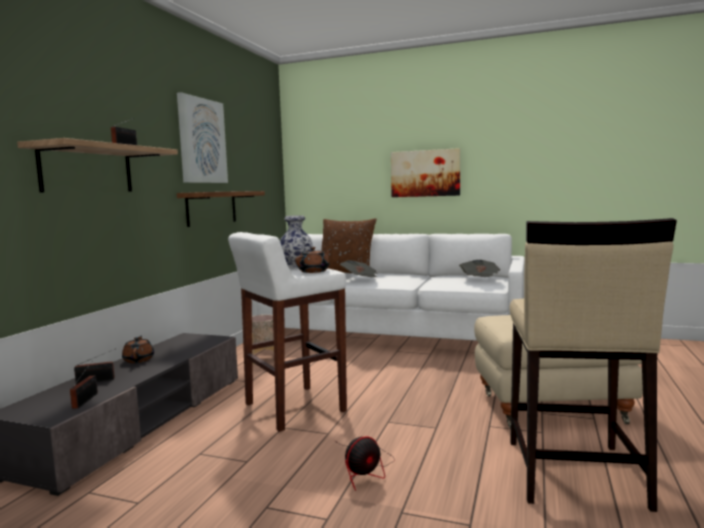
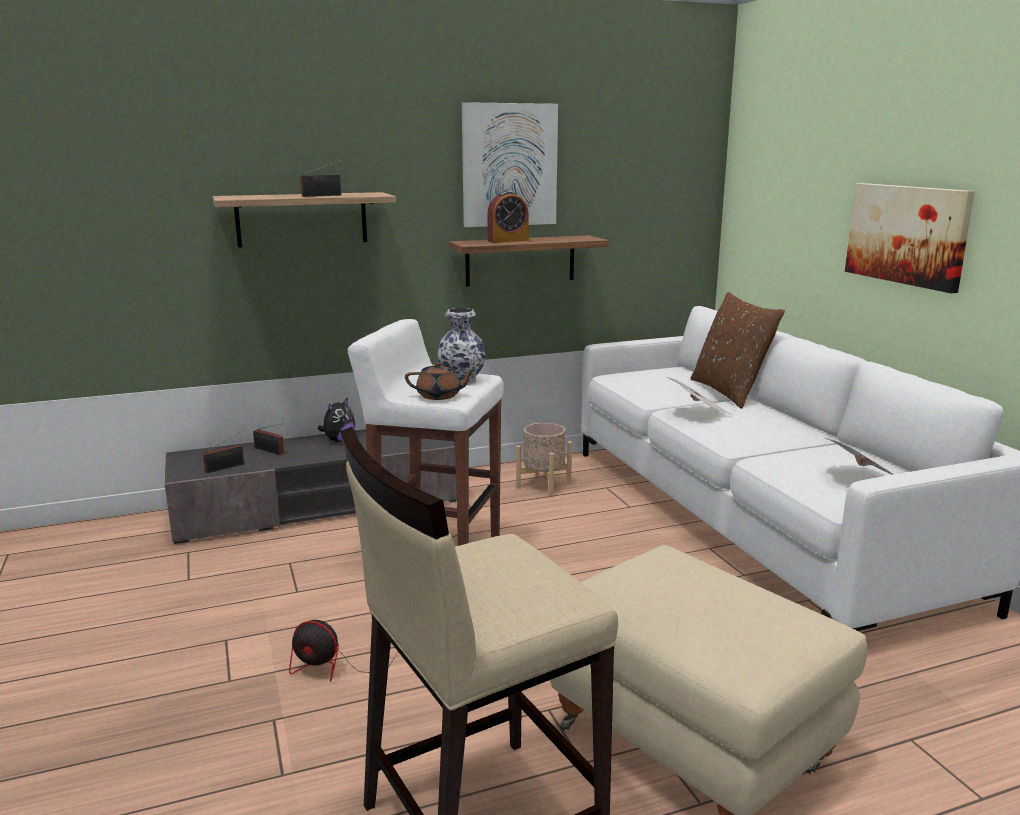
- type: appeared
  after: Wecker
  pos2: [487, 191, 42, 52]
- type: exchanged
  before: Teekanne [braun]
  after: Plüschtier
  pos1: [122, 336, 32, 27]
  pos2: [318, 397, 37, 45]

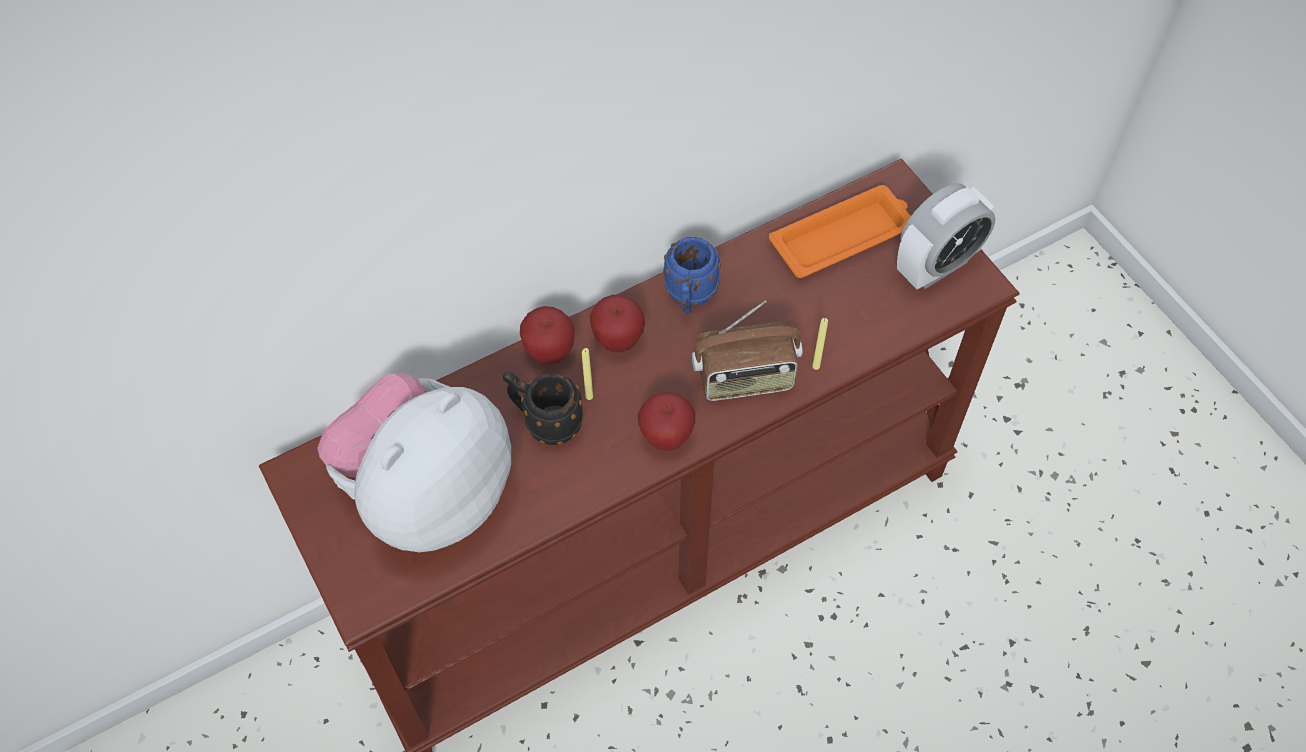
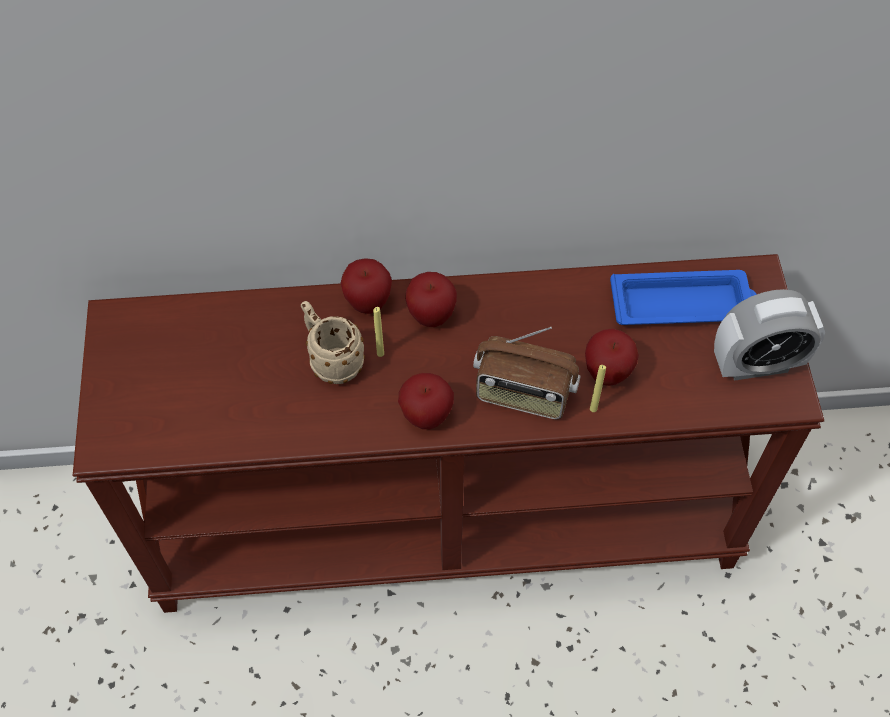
- type: missing
  before: Plüschtier
  pos1: [317, 373, 194, 179]
- type: missing
  before: Henkelbecher [blau]
  pos1: [663, 237, 58, 76]
- type: appeared
  after: Apfel
  pos2: [585, 328, 54, 58]
- type: colour
  before: Henkelbecher [schwarz]
  after: Henkelbecher [beige]
  pos1: [503, 372, 81, 73]
  pos2: [301, 301, 64, 83]
- type: colour
  before: Tablett [orange]
  after: Tablett [blau]
  pos1: [769, 185, 142, 93]
  pos2: [610, 270, 147, 55]

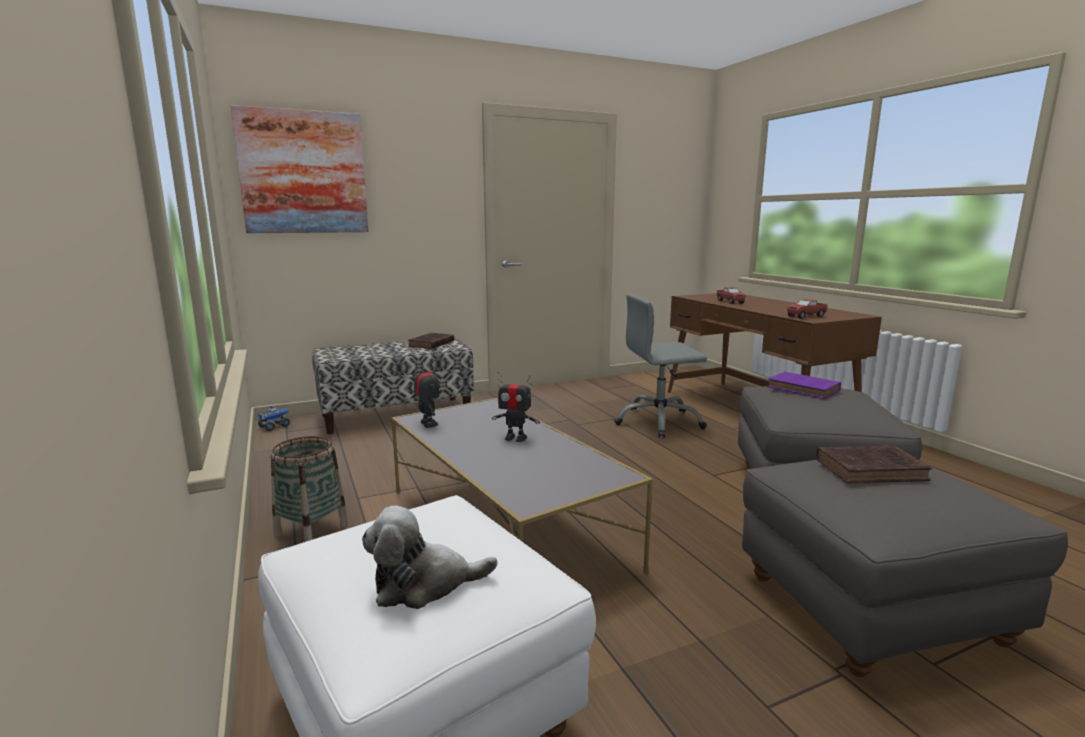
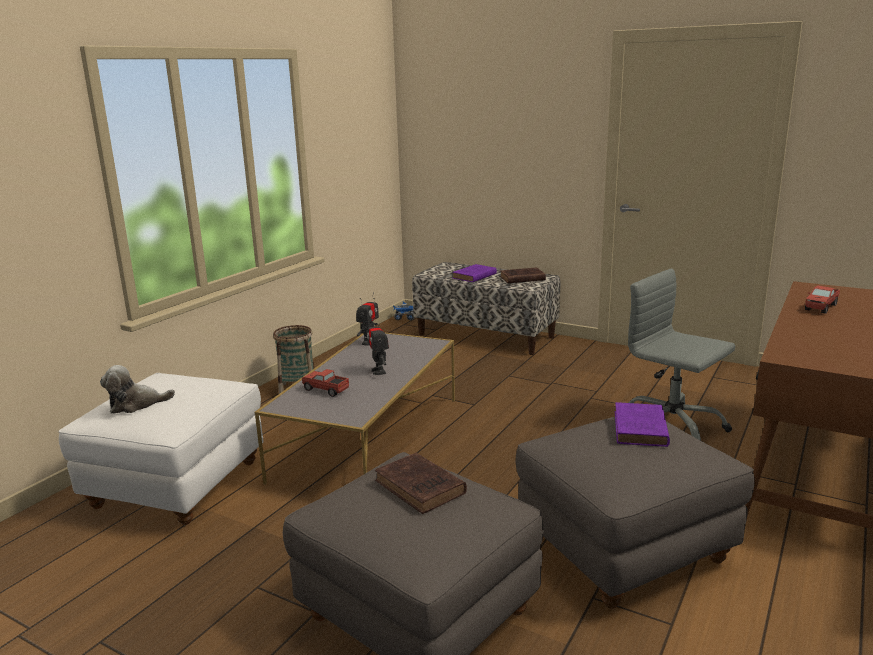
- type: missing
  before: Bild
  pos1: [230, 105, 139, 128]
- type: appeared
  after: Buch [lila]
  pos2: [452, 264, 45, 18]
- type: relocated
  before: Spielzeuglaster
  pos1: [787, 299, 41, 20]
  pos2: [302, 369, 47, 28]
- type: spun
  before: Plüschtier
  pos1: [362, 505, 135, 104]
  pos2: [100, 365, 75, 49]
  turn: -60

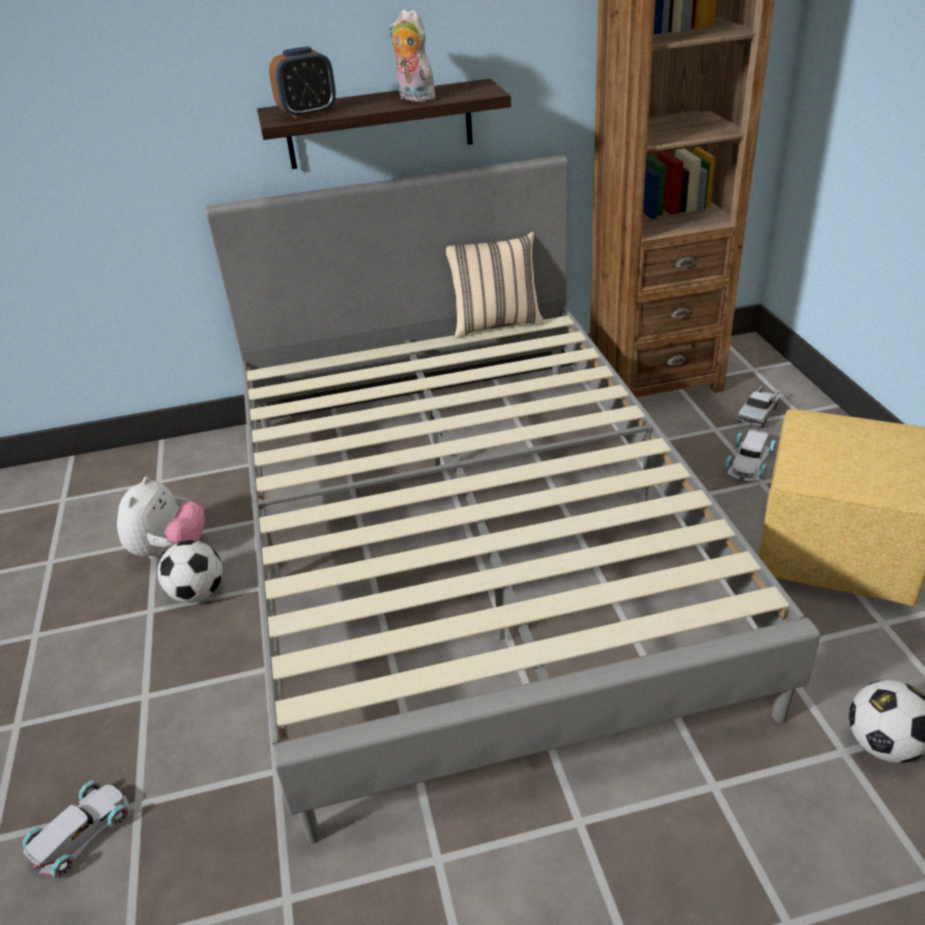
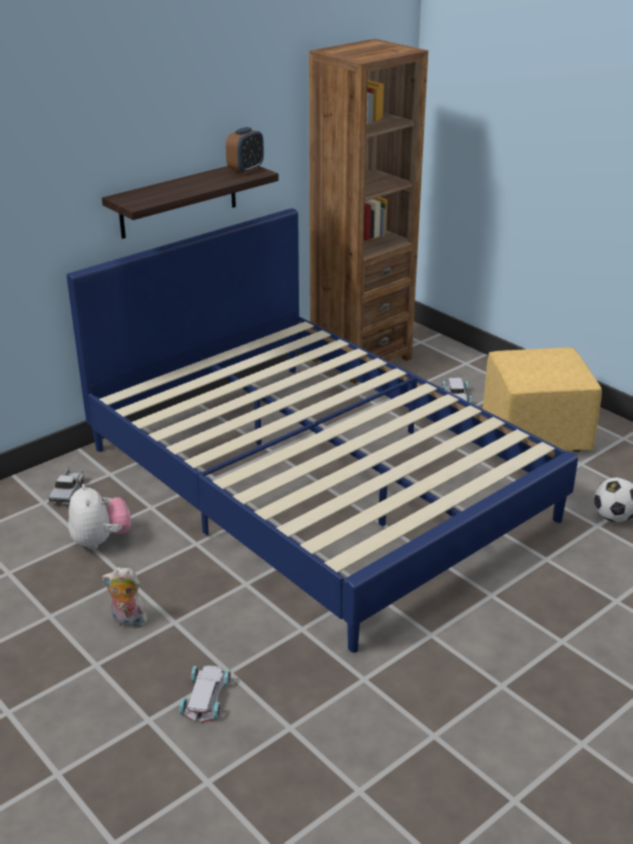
- type: missing
  before: Fußball
  pos1: [158, 540, 65, 63]
- type: missing
  before: Kissen [beige]
  pos1: [446, 232, 99, 107]
- type: relocated
  before: Wecker
  pos1: [269, 46, 67, 73]
  pos2: [226, 127, 38, 47]
- type: relocated
  before: Plüschtier
  pos1: [389, 10, 48, 92]
  pos2: [102, 567, 48, 61]
- type: relocated
  before: Spielzeuglaster
  pos1: [737, 385, 43, 43]
  pos2: [49, 468, 35, 37]
- type: colour
  before: Bett [grau]
  after: Bett [blau]
  pos1: [206, 155, 614, 689]
  pos2: [67, 208, 511, 445]

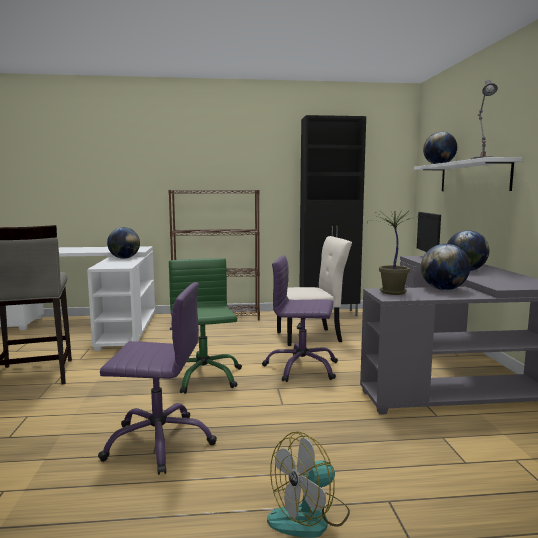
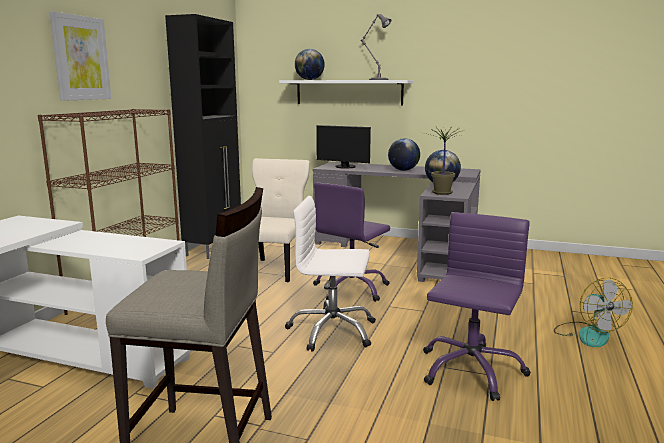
- type: missing
  before: Globus
  pos1: [107, 227, 33, 32]
- type: appeared
  after: Bild
  pos2: [49, 11, 62, 90]
- type: colour
  before: Bürostuhl [grün]
  after: Bürostuhl [weiß]
  pos1: [169, 258, 73, 136]
  pos2: [285, 196, 91, 156]

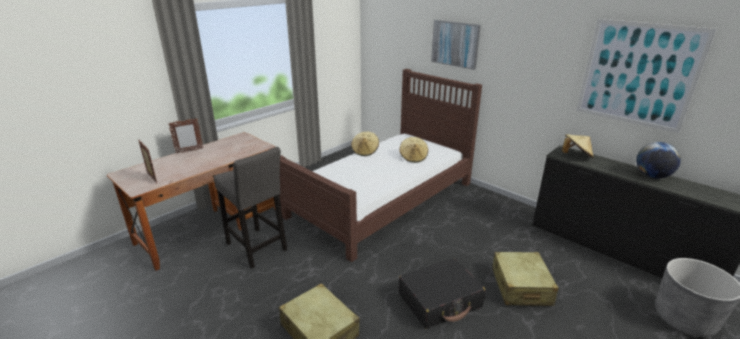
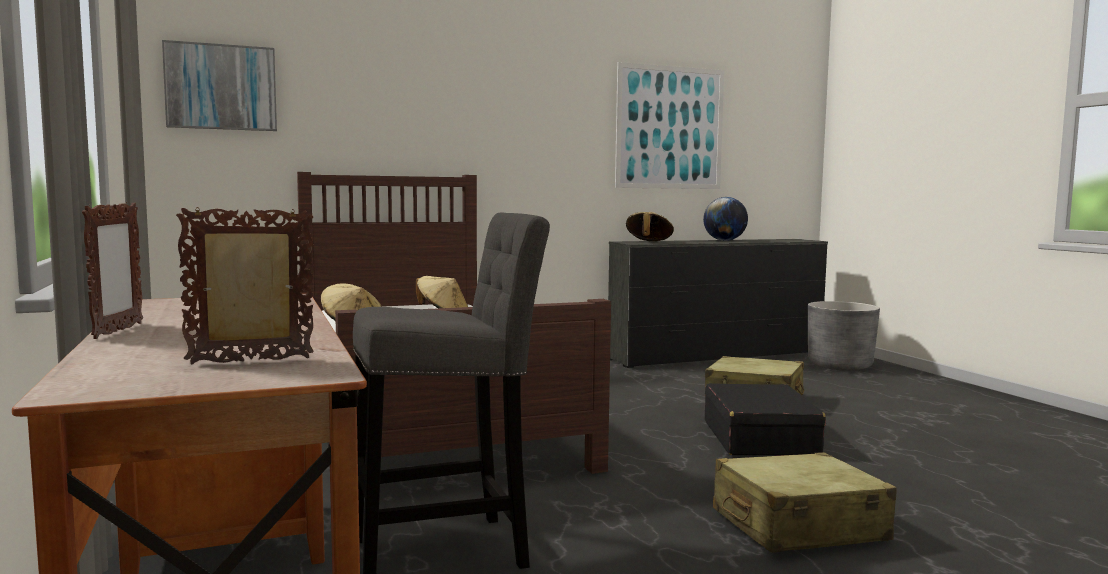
- type: relocated
  before: Bild
  pos1: [431, 20, 50, 50]
  pos2: [162, 40, 115, 91]

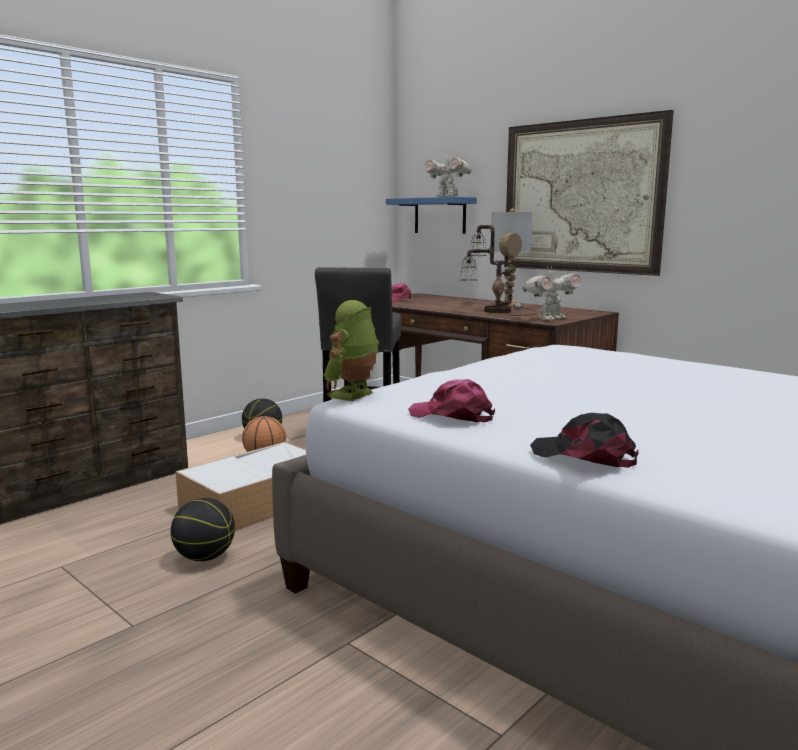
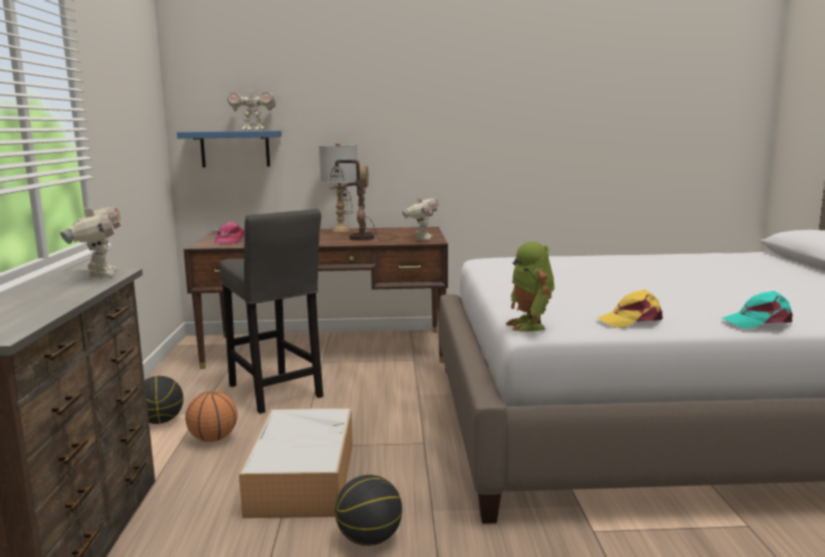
- type: missing
  before: Bild
  pos1: [504, 110, 170, 166]
- type: appeared
  after: Spielzeugroboter
  pos2: [60, 200, 62, 78]
- type: colour
  before: Kappe [rosa]
  after: Kappe [gelb]
  pos1: [408, 379, 87, 43]
  pos2: [596, 290, 67, 38]
- type: colour
  before: Kappe [schwarz]
  after: Kappe [türkis]
  pos1: [530, 413, 109, 55]
  pos2: [720, 291, 73, 38]

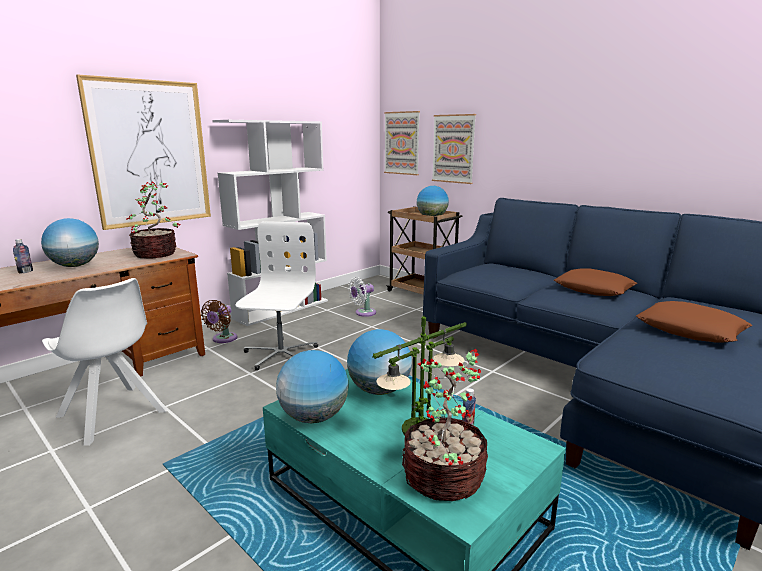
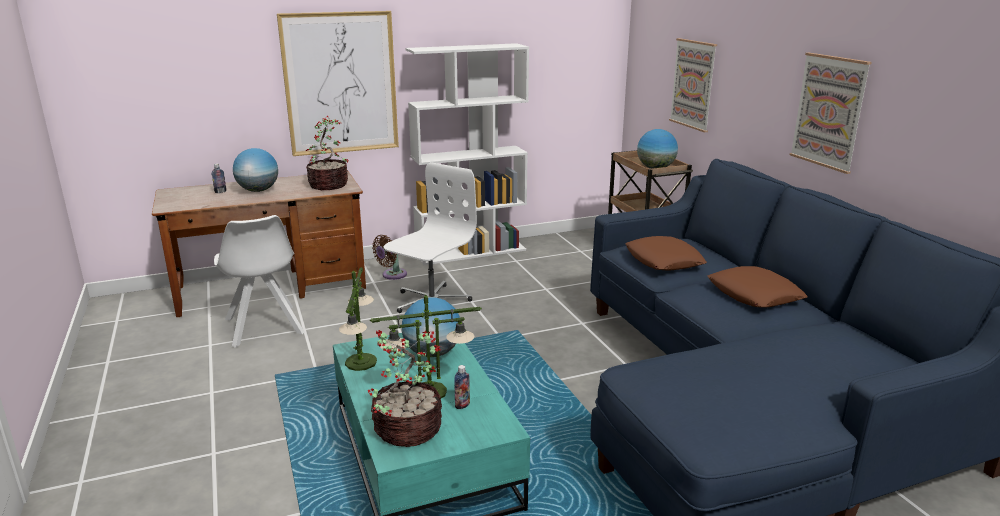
- type: missing
  before: Ventilator [weiß]
  pos1: [348, 277, 28, 40]
- type: relocated
  before: Bild
  pos1: [384, 111, 36, 64]
  pos2: [790, 53, 82, 121]
- type: relocated
  before: Kissen [braun]
  pos1: [636, 301, 116, 41]
  pos2: [626, 236, 81, 34]
- type: exchanged
  before: Globus
  after: Tischlampe
  pos1: [276, 350, 73, 73]
  pos2: [339, 268, 38, 103]

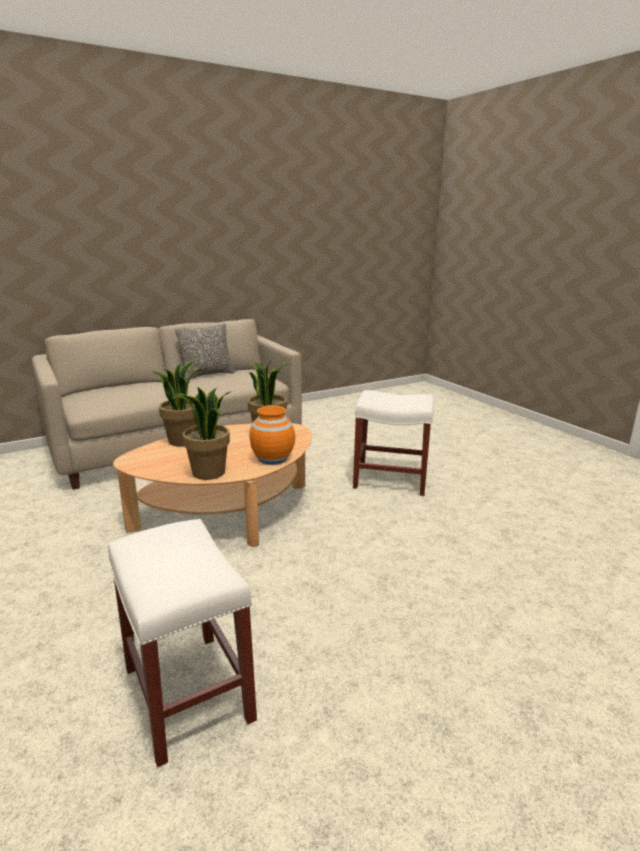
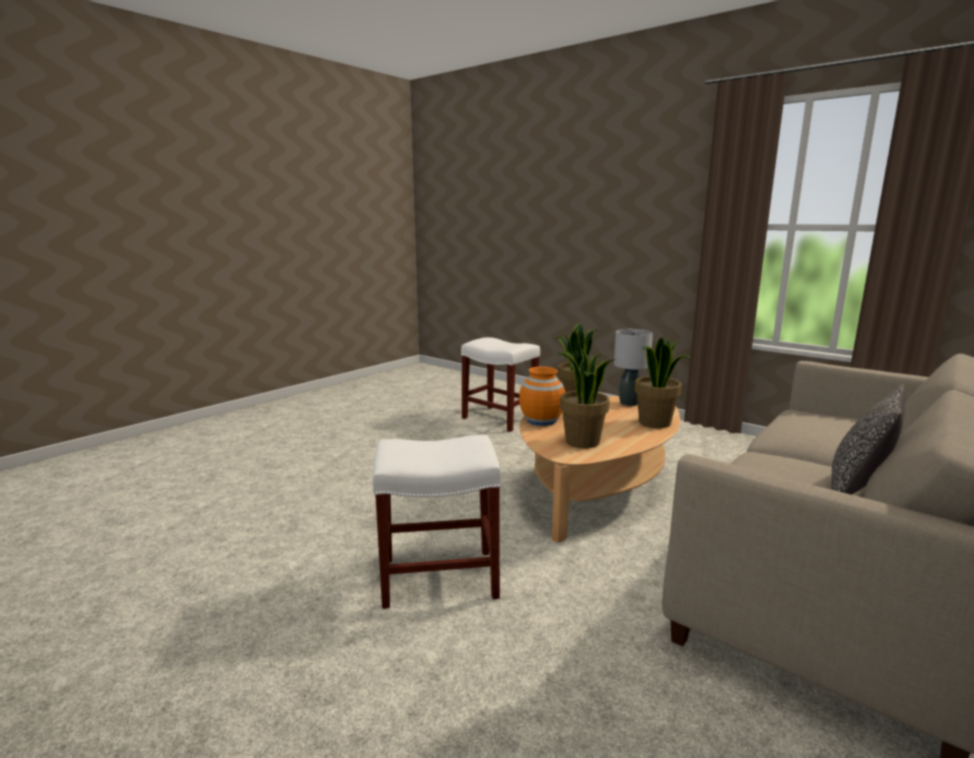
- type: appeared
  after: Tischlampe [grau]
  pos2: [614, 329, 39, 77]

